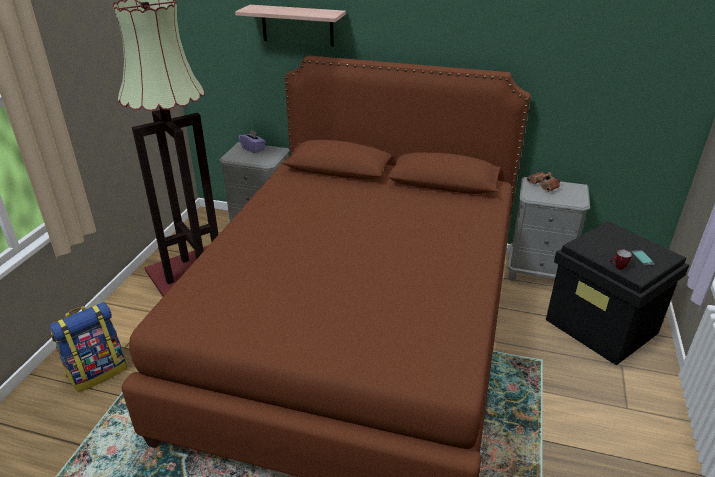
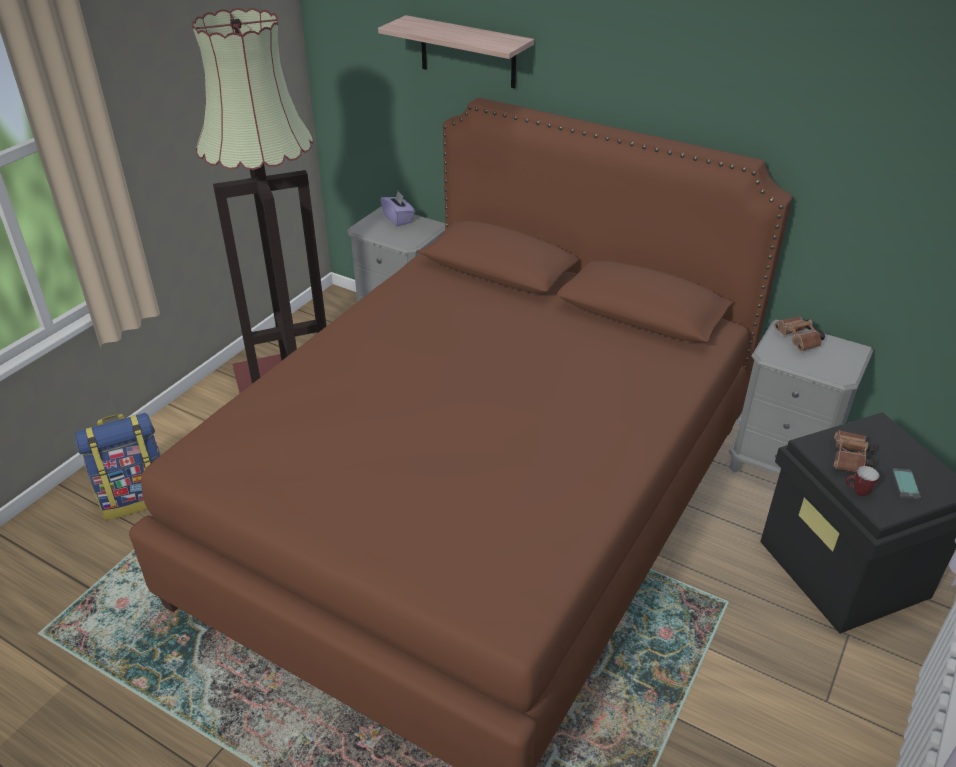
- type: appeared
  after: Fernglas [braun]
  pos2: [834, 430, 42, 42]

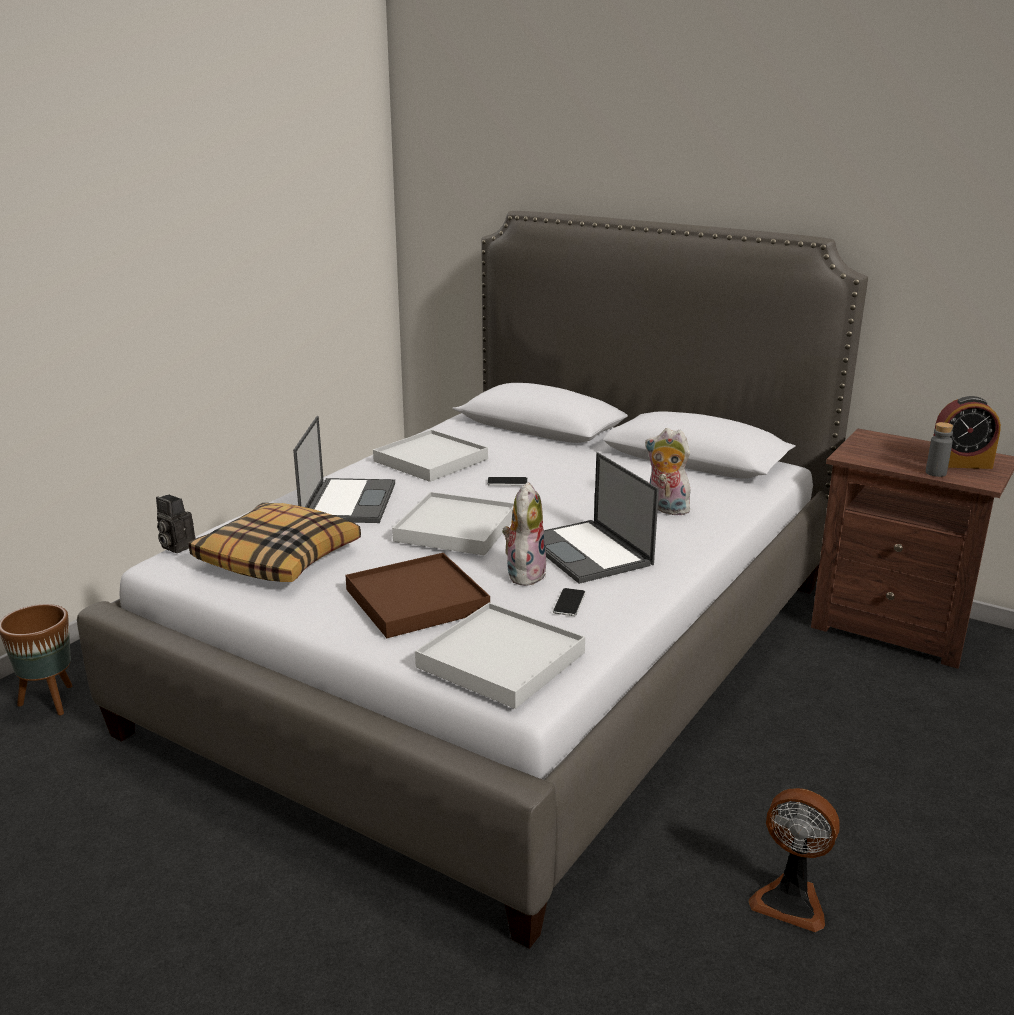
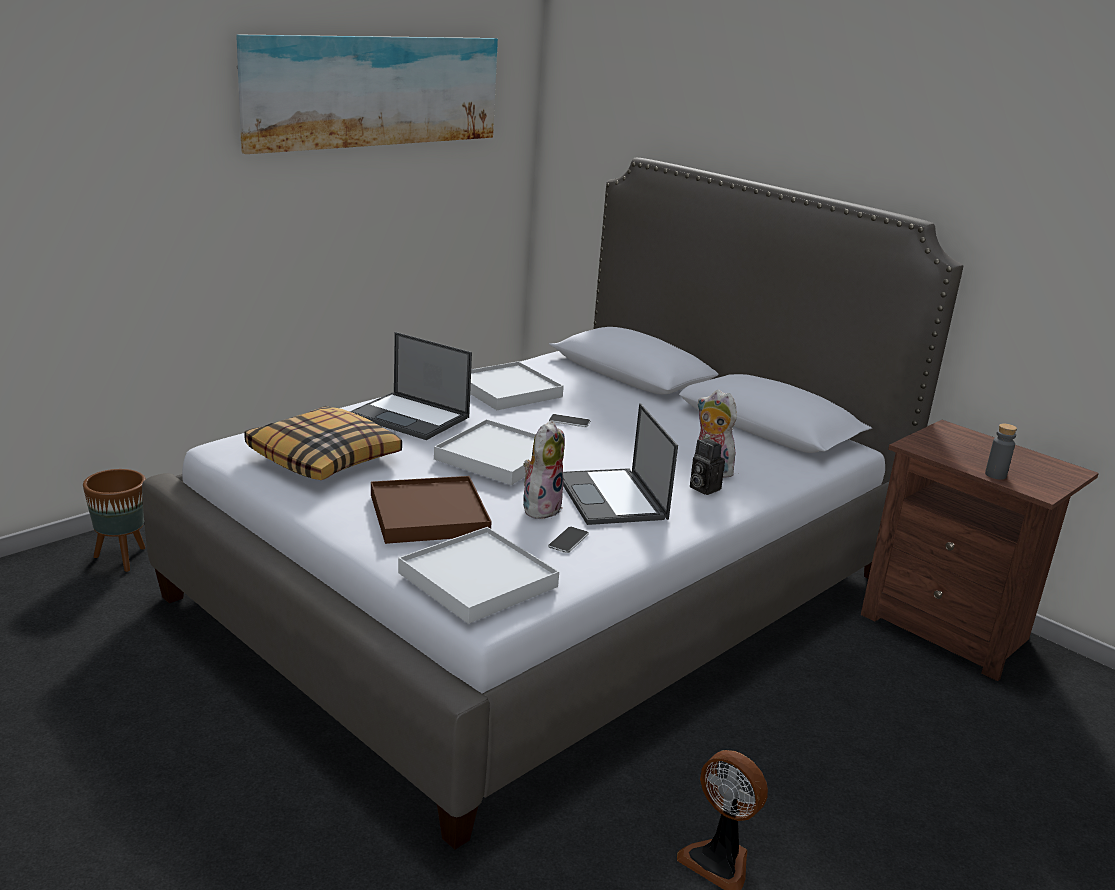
- type: missing
  before: Wecker
  pos1: [934, 396, 67, 73]
- type: appeared
  after: Bild
  pos2: [236, 34, 262, 120]
- type: relocated
  before: Kamera
  pos1: [156, 494, 40, 59]
  pos2: [690, 439, 35, 56]
- type: spun
  before: Laptop
  pos1: [293, 416, 102, 107]
  pos2: [350, 332, 122, 108]
  turn: 105

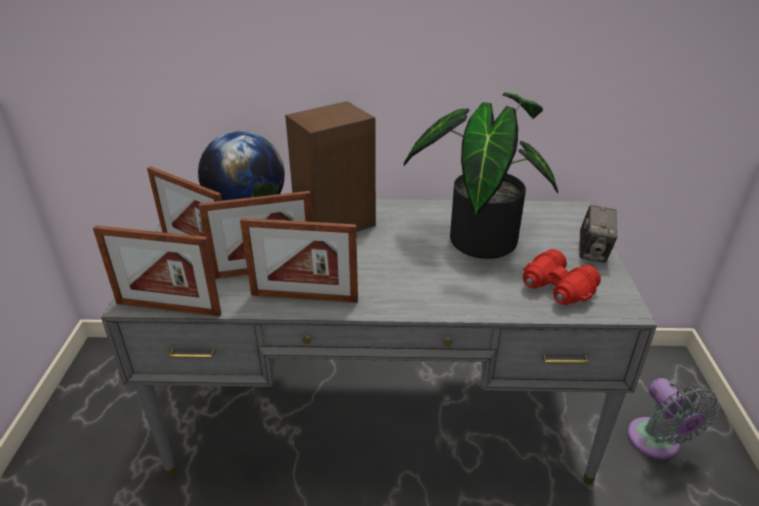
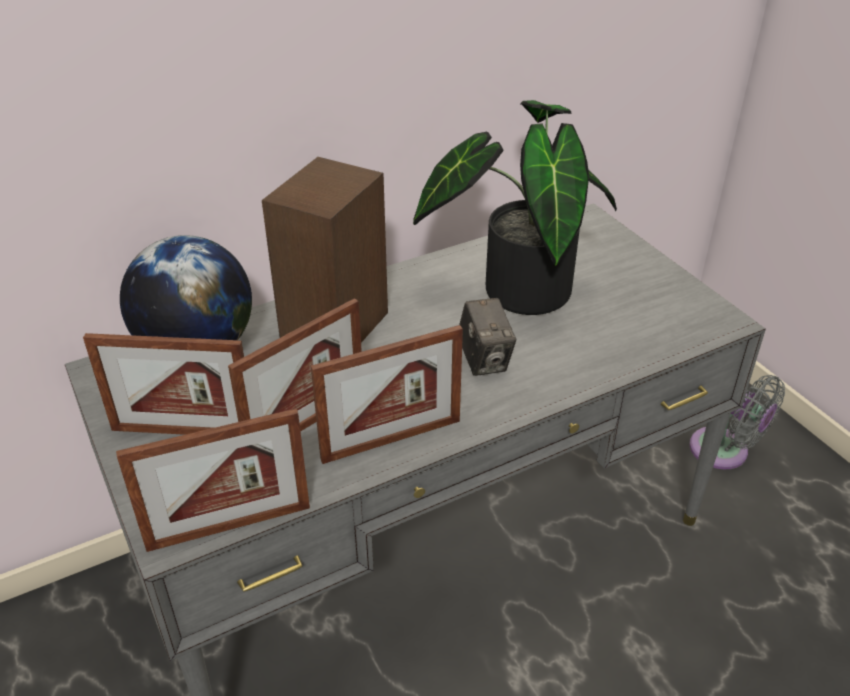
- type: missing
  before: Fernglas [rot]
  pos1: [523, 249, 78, 56]
- type: relocated
  before: Kamera
  pos1: [579, 205, 38, 58]
  pos2: [459, 298, 57, 78]

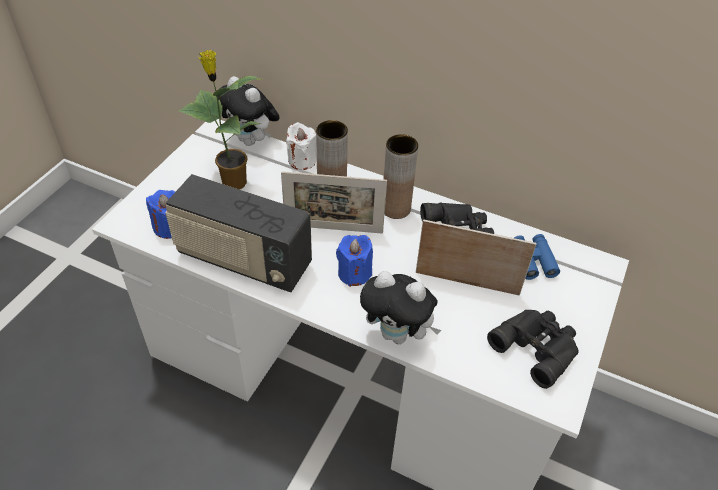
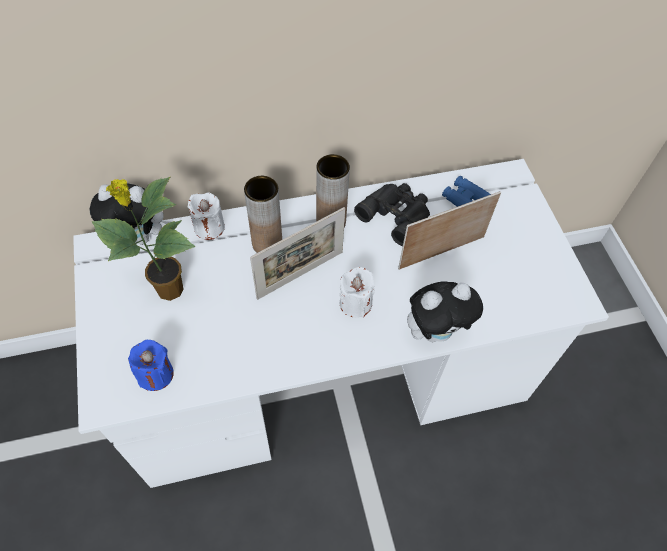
- type: missing
  before: Radio
  pos1: [165, 174, 147, 118]
- type: missing
  before: Fernglas [schwarz]
  pos1: [487, 310, 92, 79]
- type: colour
  before: Kerze [blau]
  after: Kerze [weiß]
  pos1: [336, 235, 37, 52]
  pos2: [339, 267, 36, 51]

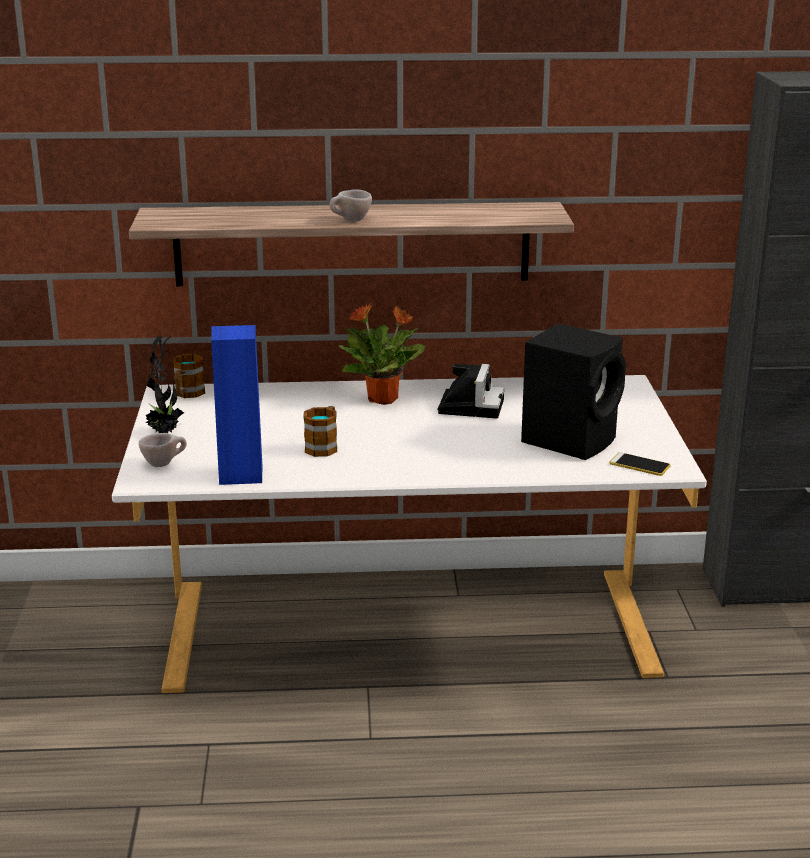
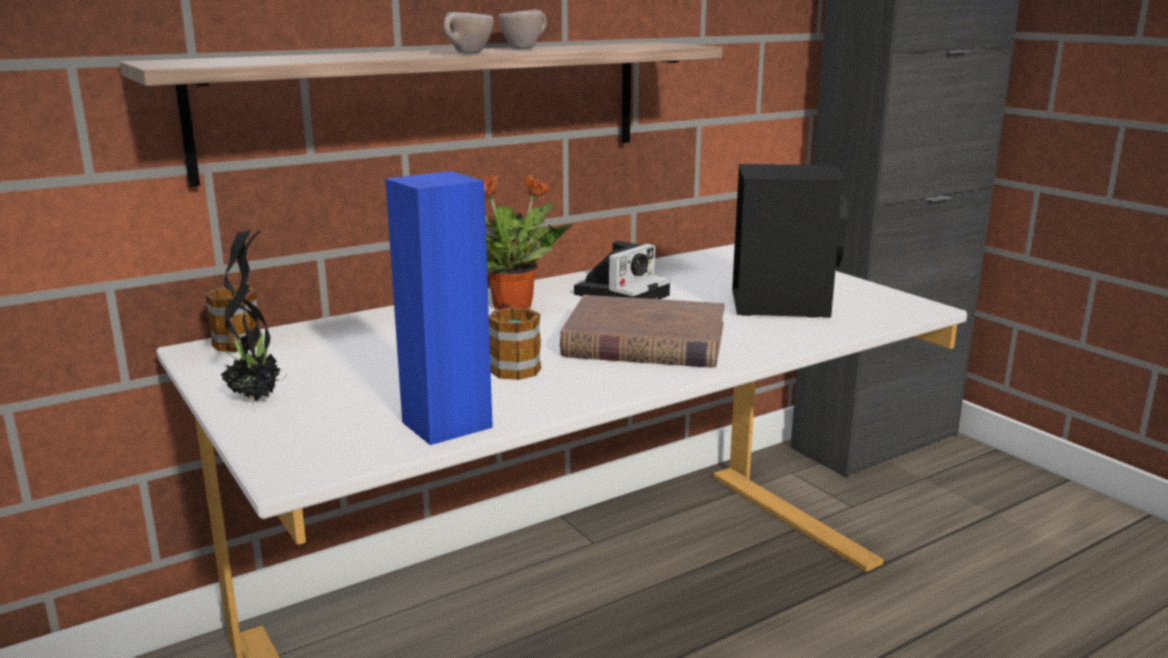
- type: missing
  before: Handy
  pos1: [609, 452, 62, 24]
- type: appeared
  after: Buch [braun]
  pos2: [560, 295, 164, 73]
- type: relocated
  before: Tasse [beige]
  pos1: [139, 433, 48, 34]
  pos2: [498, 10, 49, 39]
- type: spun
  before: Kamera
  pos1: [438, 364, 66, 55]
  pos2: [574, 241, 96, 58]
  turn: 60

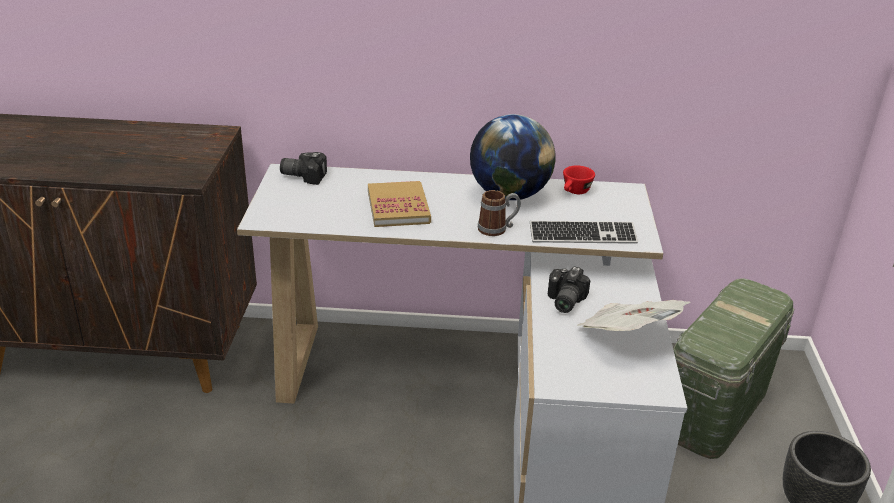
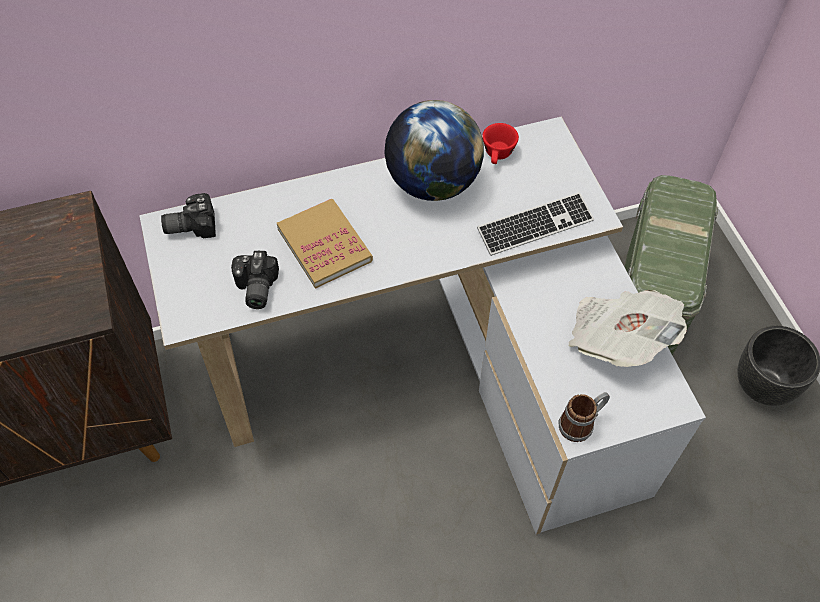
- type: relocated
  before: Henkelbecher
  pos1: [478, 190, 43, 46]
  pos2: [559, 392, 51, 50]
- type: relocated
  before: Kamera
  pos1: [548, 266, 42, 47]
  pos2: [231, 251, 48, 58]

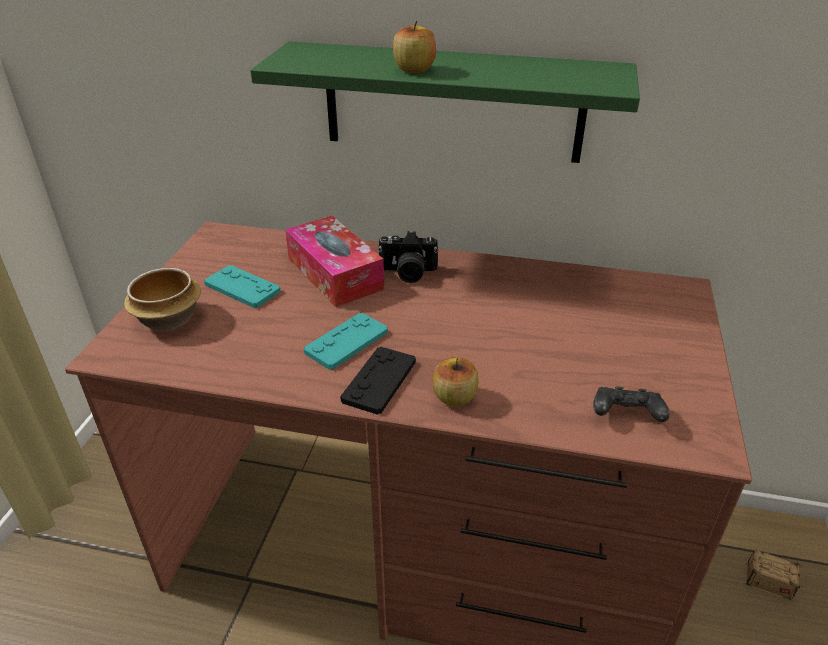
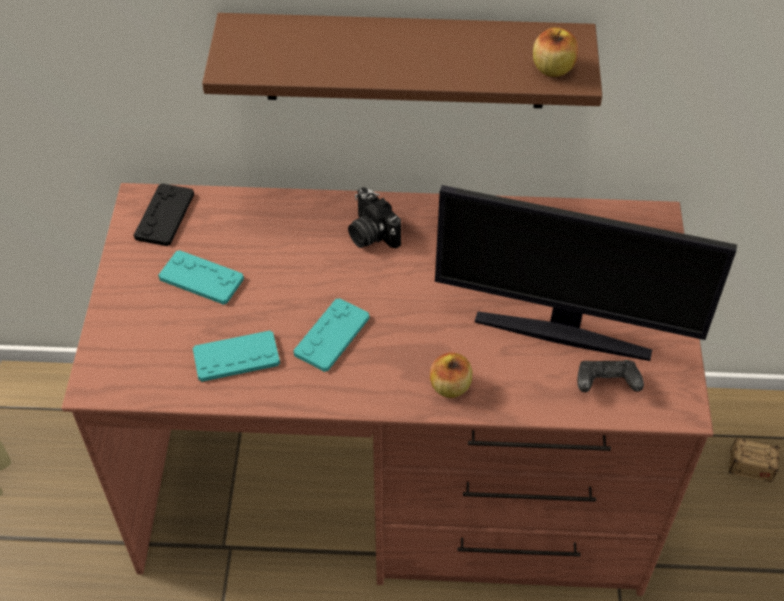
- type: missing
  before: Schüssel
  pos1: [124, 268, 77, 63]
- type: missing
  before: Taschentuchbox
  pos1: [285, 216, 99, 91]
- type: appeared
  after: Gamepad [türkis]
  pos2: [193, 330, 87, 52]
- type: appeared
  after: Monitor
  pos2: [435, 185, 302, 176]
- type: relocated
  before: Gamepad [schwarz]
  pos1: [340, 347, 76, 68]
  pos2: [134, 183, 60, 63]
- type: relocated
  before: Apfel
  pos1: [393, 21, 43, 52]
  pos2: [533, 27, 45, 50]
- type: colour
  before: Wandregal [grün]
  after: Wandregal [braun]
  pos1: [250, 41, 390, 122]
  pos2: [202, 13, 400, 95]
- type: spun
  before: Kamera
  pos1: [378, 231, 60, 52]
  pos2: [348, 187, 53, 61]
  turn: 60

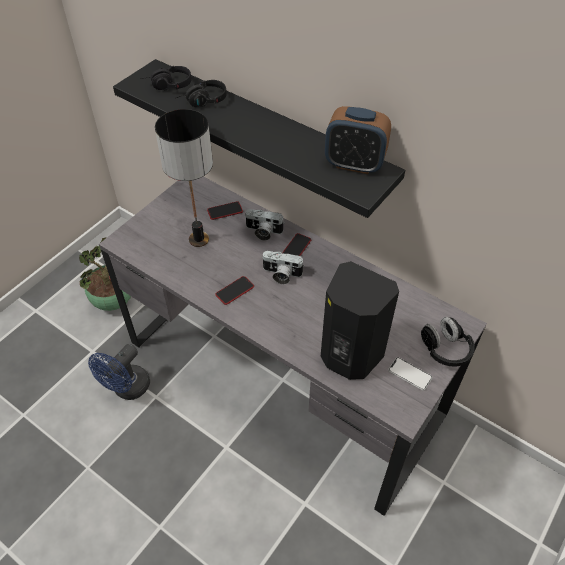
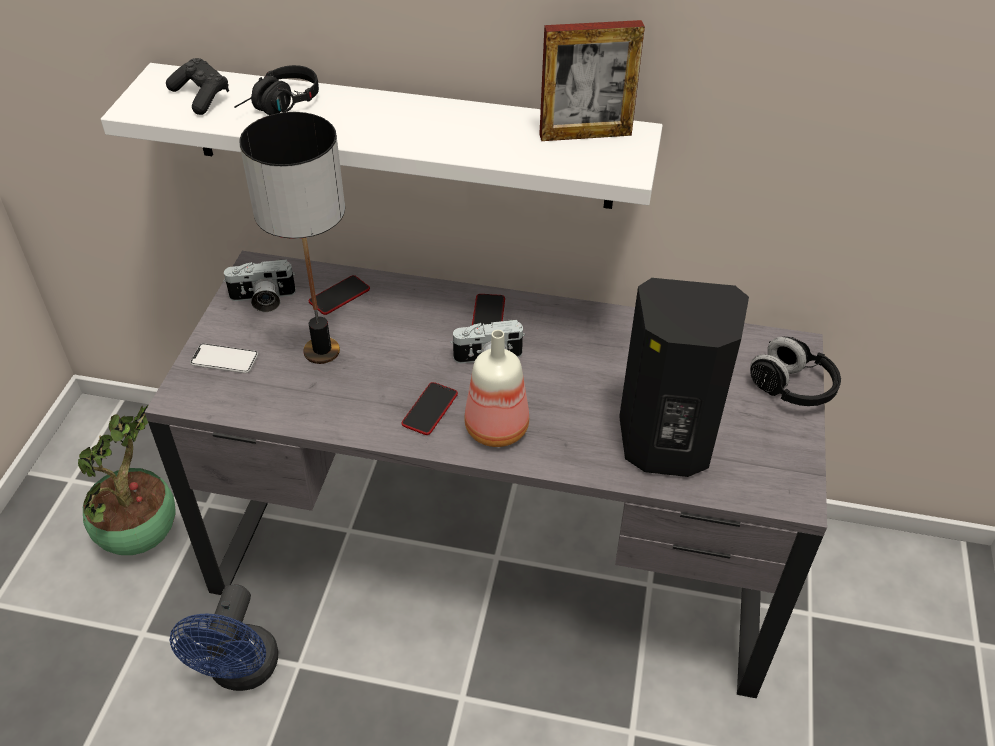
- type: appeared
  after: Flasche
  pos2: [464, 330, 65, 117]
- type: relocated
  before: Kamera
  pos1: [244, 209, 40, 32]
  pos2: [223, 259, 73, 53]
- type: relocated
  before: Handy
  pos1: [388, 357, 45, 34]
  pos2: [190, 343, 68, 30]
- type: exchanged
  before: Kopfhörer [schwarz]
  after: Gamepad [schwarz]
  pos1: [140, 66, 51, 24]
  pos2: [166, 58, 63, 57]
- type: exchanged
  before: Wecker
  after: Bilderrahmen
  pos1: [325, 106, 66, 68]
  pos2: [539, 20, 106, 121]
- type: colour
  before: Wandregal [schwarz]
  after: Wandregal [weiß]
  pos1: [113, 59, 292, 159]
  pos2: [101, 63, 562, 146]

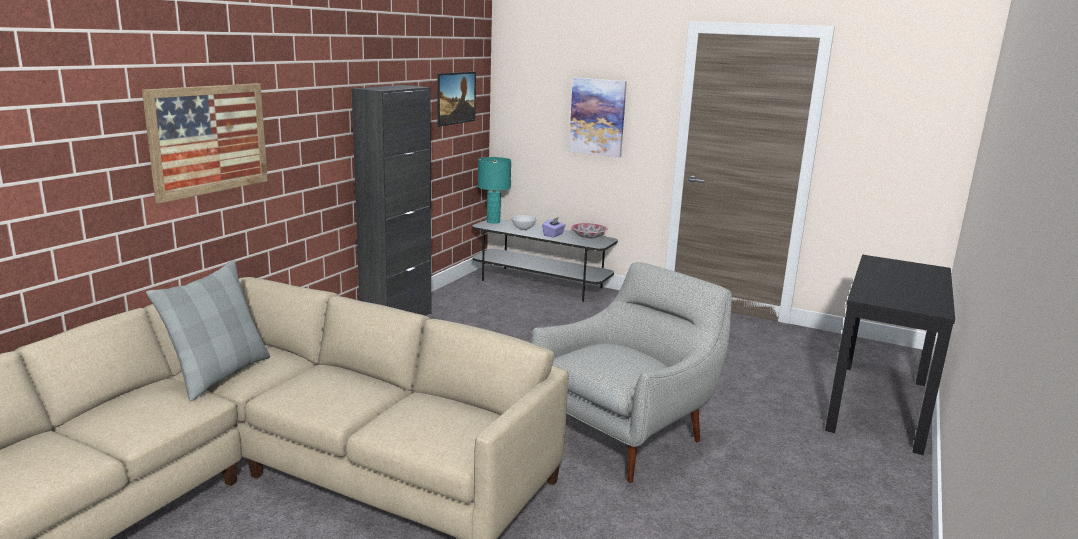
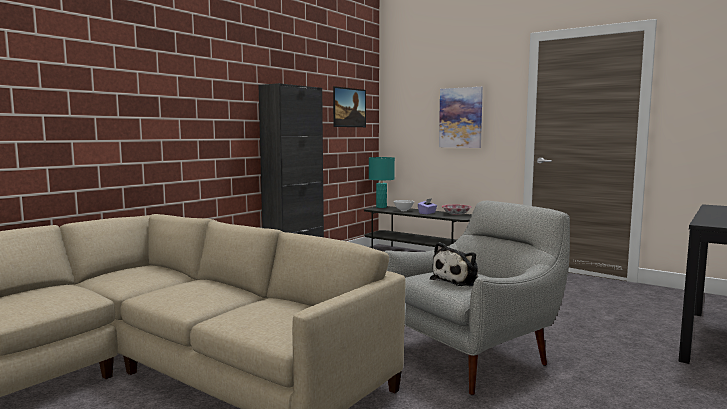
- type: missing
  before: Bild
  pos1: [142, 83, 126, 120]
- type: missing
  before: Kissen [grau]
  pos1: [146, 260, 124, 141]
- type: appeared
  after: Plüschtier
  pos2: [430, 242, 48, 45]

